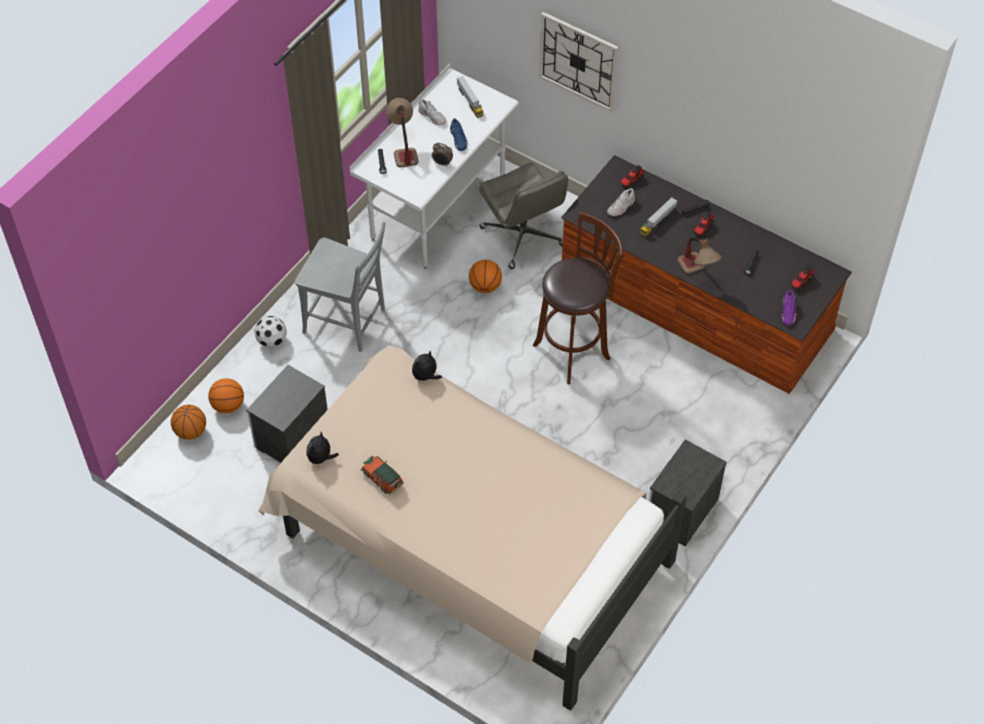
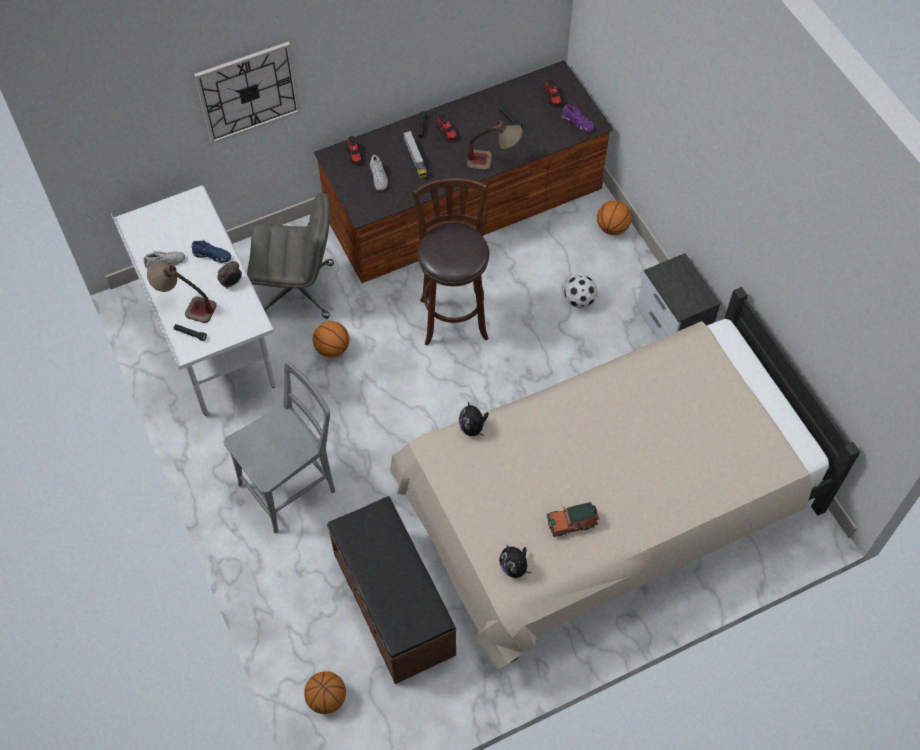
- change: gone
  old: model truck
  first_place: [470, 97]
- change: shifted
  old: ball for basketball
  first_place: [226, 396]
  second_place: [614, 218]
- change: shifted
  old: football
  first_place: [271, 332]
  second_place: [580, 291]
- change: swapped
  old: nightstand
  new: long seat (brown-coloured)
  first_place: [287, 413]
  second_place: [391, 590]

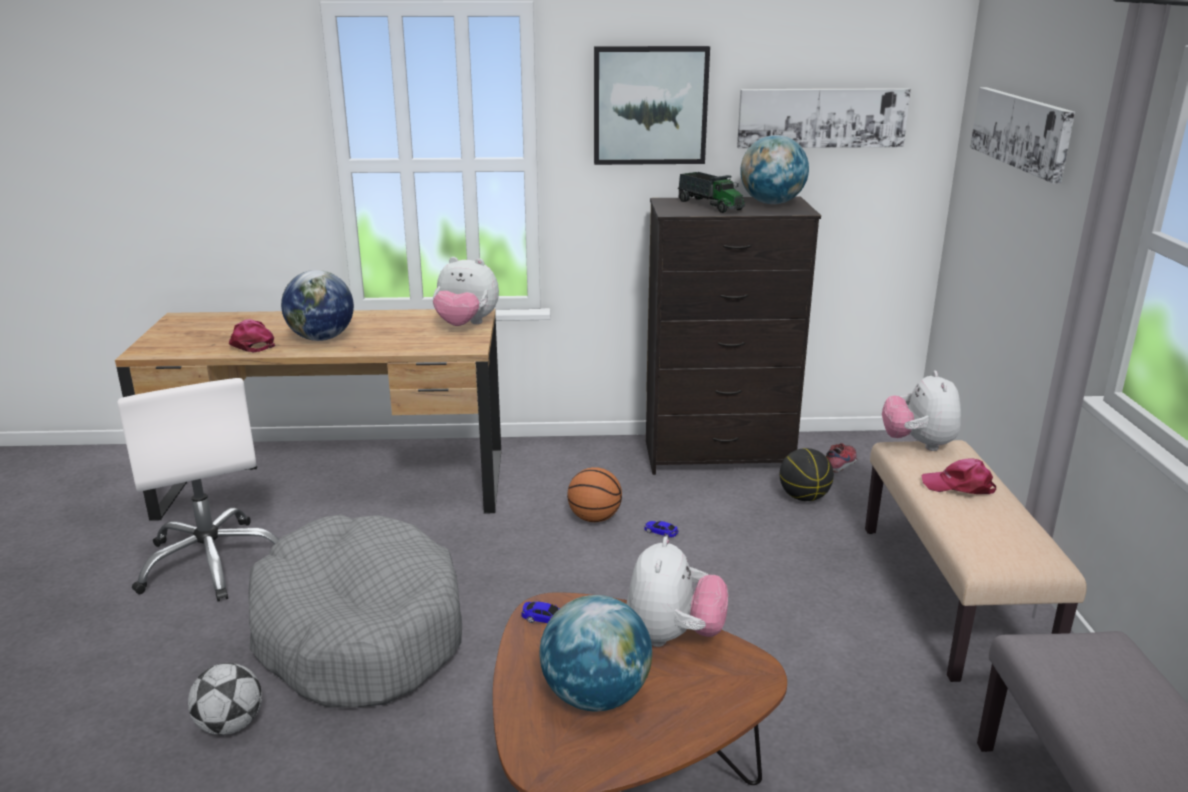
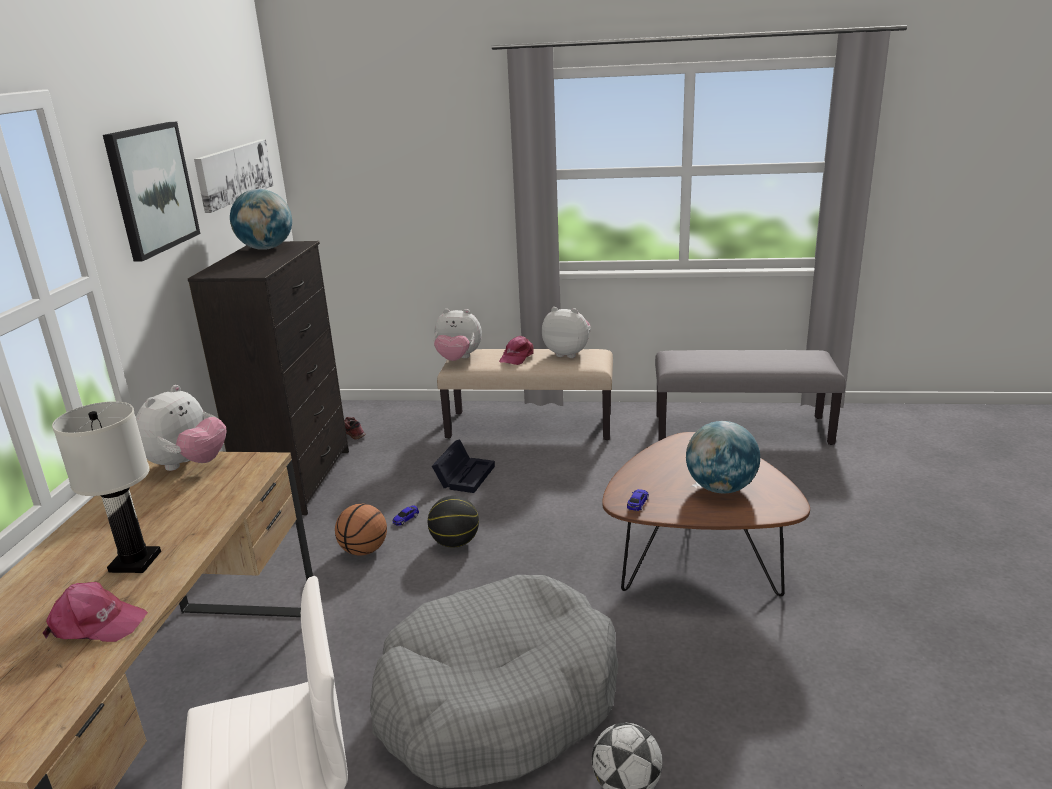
- change: gone
  old: model truck
  first_place: [711, 192]
- change: gone
  old: wall art
  first_place: [1022, 135]
- change: new
  new: storage box (black)
  second_place: [463, 466]
- change: shifted
  old: soft toy
  first_place: [677, 592]
  second_place: [566, 332]
- change: shifted
  old: ball for basketball
  first_place: [806, 474]
  second_place: [453, 522]
- change: swapped
  old: globe
  new: lamp for a table (white)
  first_place: [317, 305]
  second_place: [106, 487]
- change: rotated
  old: baseball cap (pink-coloured)
  first_place: [252, 335]
  second_place: [95, 612]
  degrees: -150

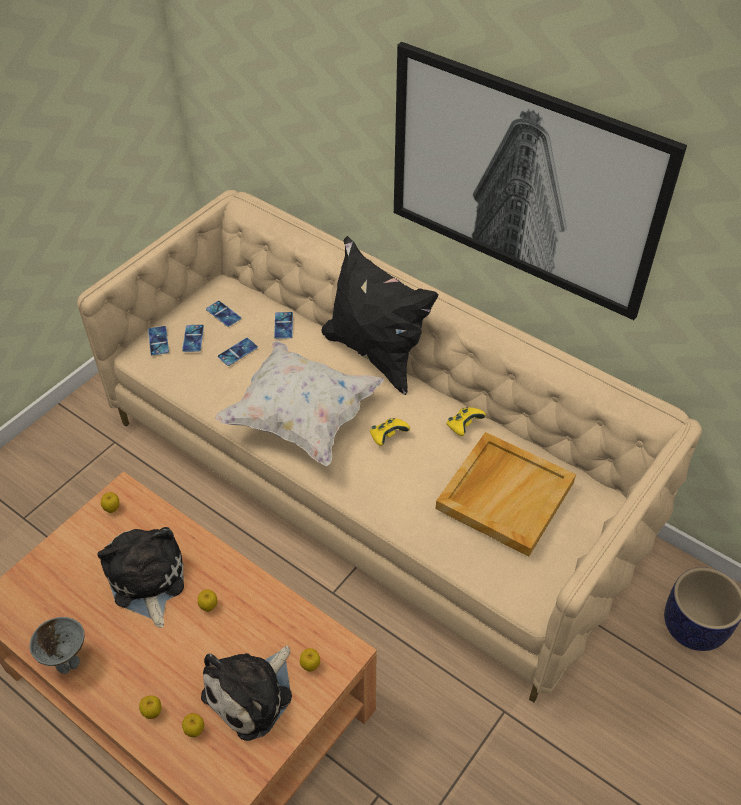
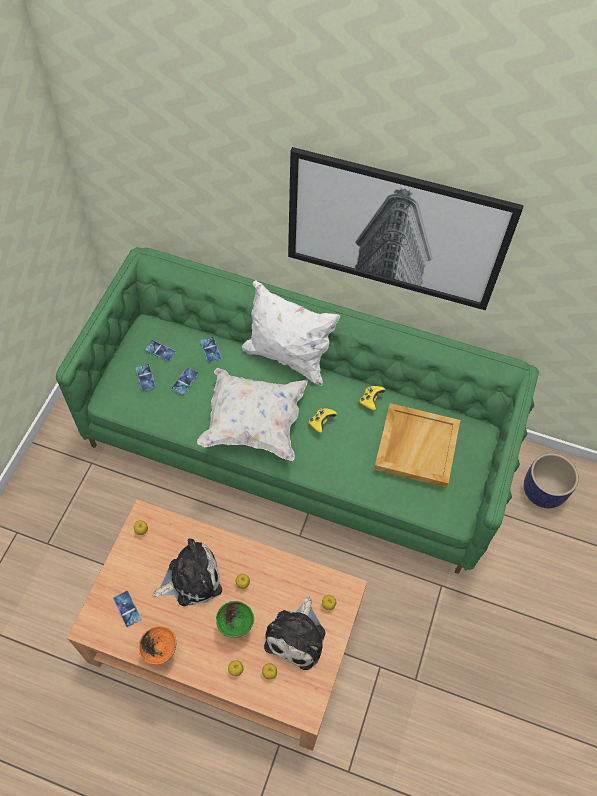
- change: new
  new: serving bowl (greenish)
  second_place: [235, 619]
- change: shifted
  old: telephone
  first_place: [158, 340]
  second_place: [127, 609]
- change: repainted
  old: serving bowl (grey)
  new: serving bowl (orange-coloured)
  first_place: [57, 645]
  second_place: [157, 645]
- change: repainted
  old: settee (sand-coloured)
  new: settee (greenish)
  first_place: [389, 446]
  second_place: [297, 410]
- change: repainted
  old: cushion (black)
  new: cushion (white)
  first_place: [380, 315]
  second_place: [291, 333]
- change: rotated
  old: soft toy
  first_place: [140, 577]
  second_place: [187, 572]
  degrees: 105

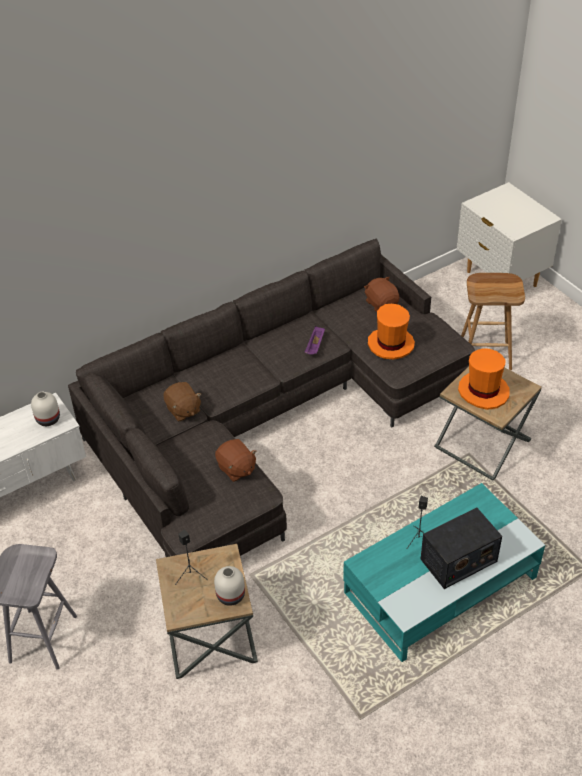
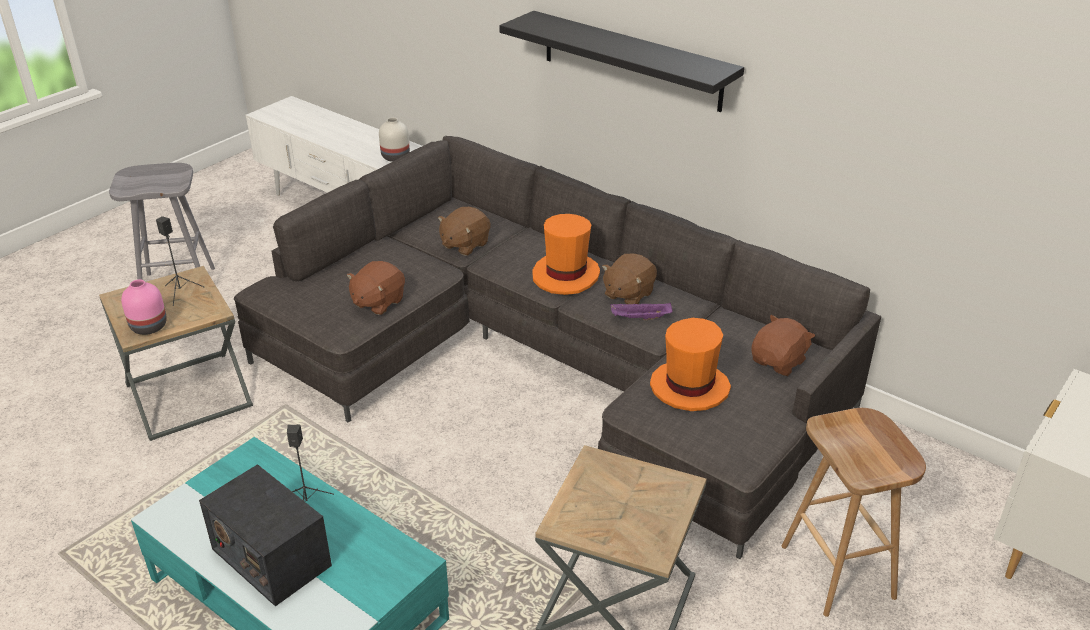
- change: new
  new: shelf (black)
  second_place: [621, 61]
- change: new
  new: soft toy (brown-coloured)
  second_place: [629, 279]
- change: shifted
  old: wearable hat (orange-coloured)
  first_place: [484, 379]
  second_place: [566, 254]
- change: repainted
  old: flower vase (white)
  new: flower vase (pink-coloured)
  first_place: [229, 586]
  second_place: [144, 307]

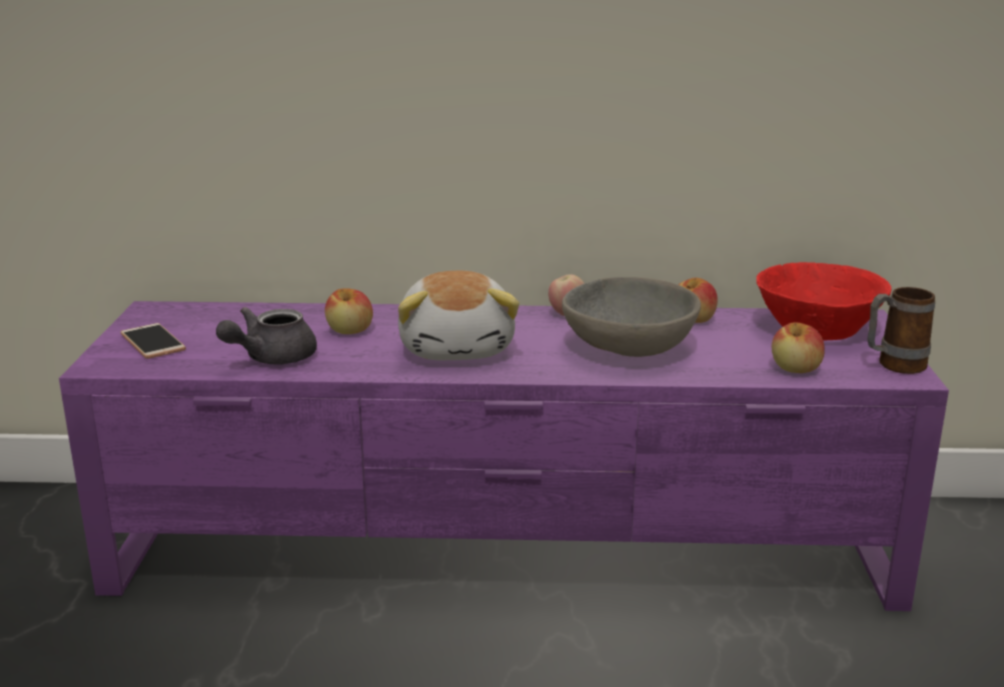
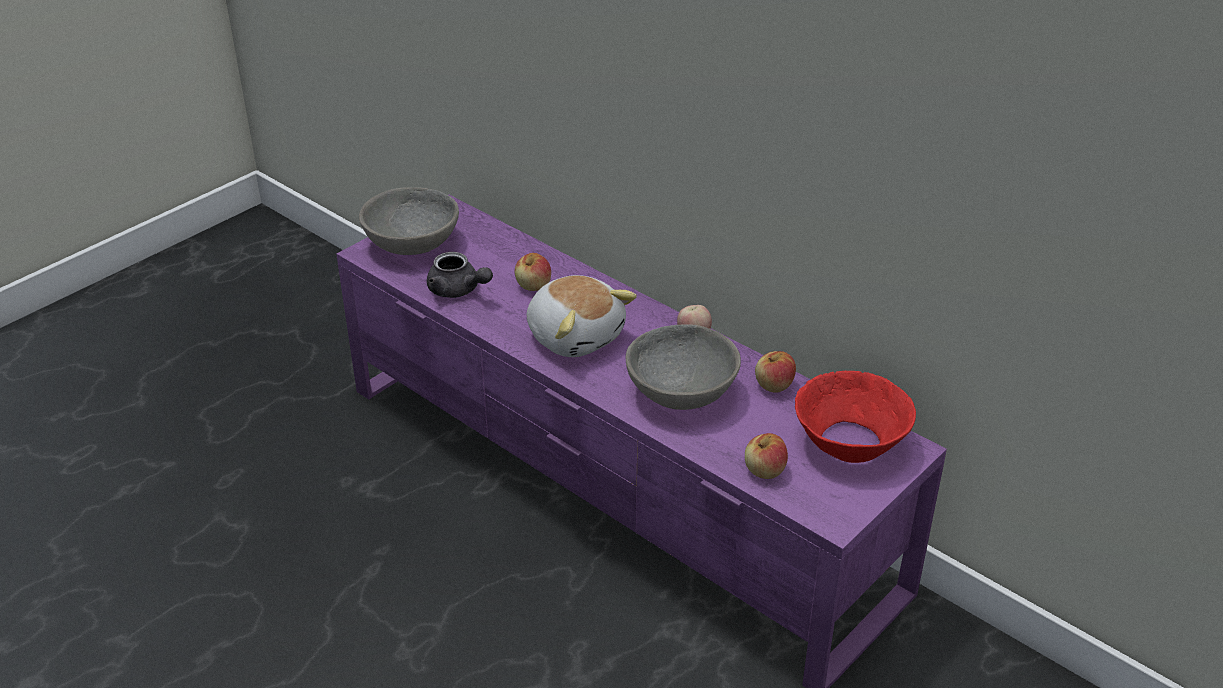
- change: gone
  old: tea mug
  first_place: [901, 330]
- change: swapped
  old: telephone
  new: serving bowl (grey)
  first_place: [153, 341]
  second_place: [409, 221]
- change: rotated
  old: teapot (grey)
  first_place: [266, 335]
  second_place: [460, 275]
  degrees: -135
- change: rotated
  old: soft toy
  first_place: [458, 315]
  second_place: [582, 316]
  degrees: -75

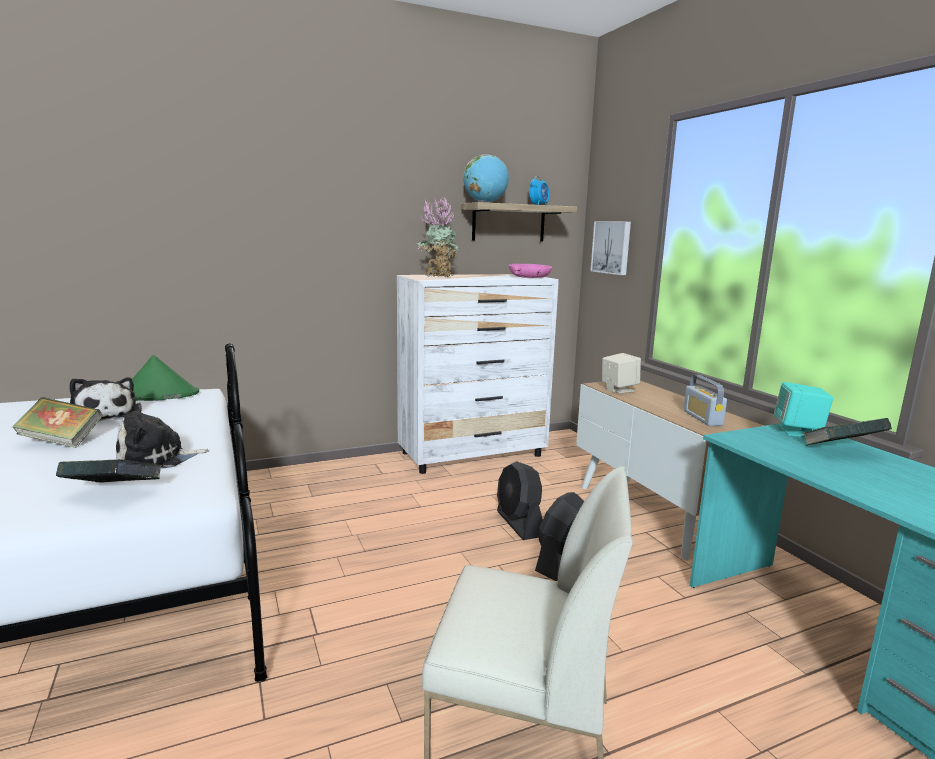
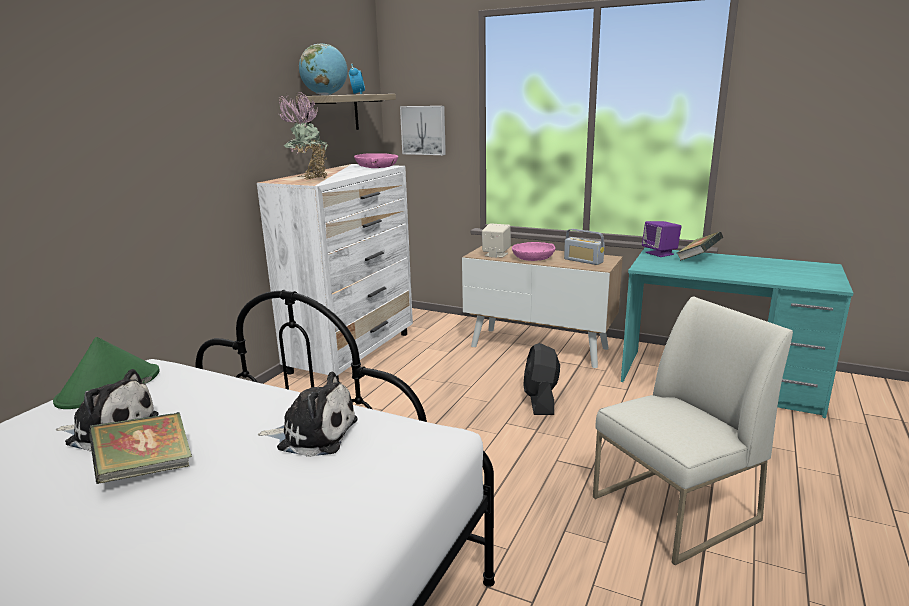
- change: gone
  old: book
  first_place: [109, 471]
- change: gone
  old: electric fan (black)
  first_place: [520, 500]
- change: new
  new: serving bowl (pink-coloured)
  second_place: [533, 251]
- change: repainted
  old: speaker (turquoise-coloured)
  new: speaker (purplish)
  first_place: [803, 409]
  second_place: [661, 239]
- change: rotated
  old: soft toy
  first_place: [163, 436]
  second_place: [307, 414]
  degrees: -105

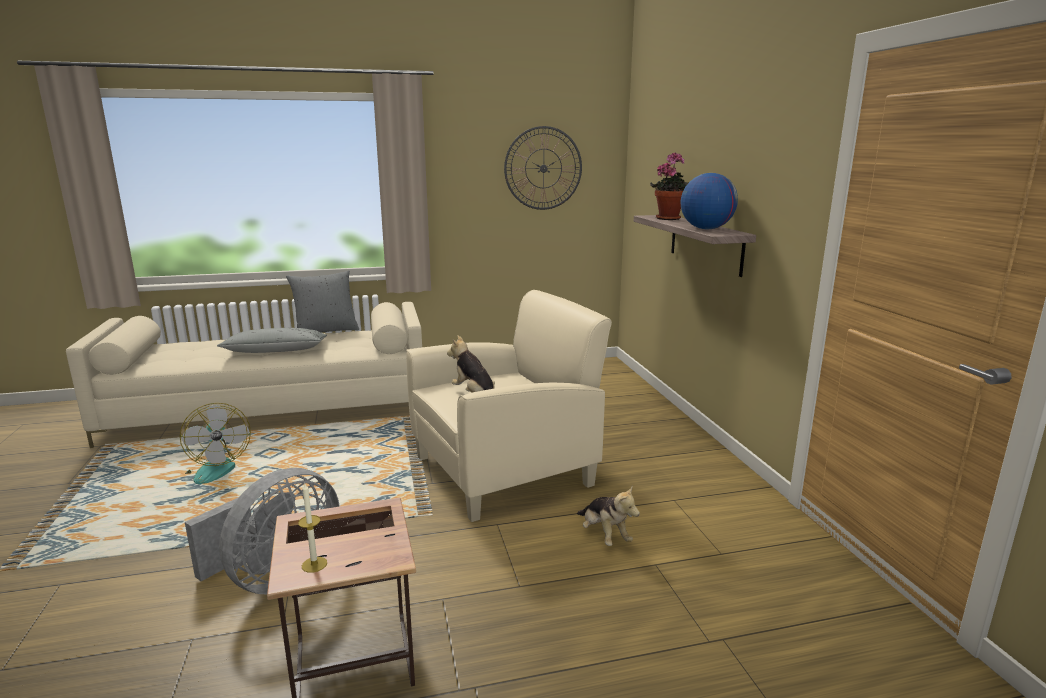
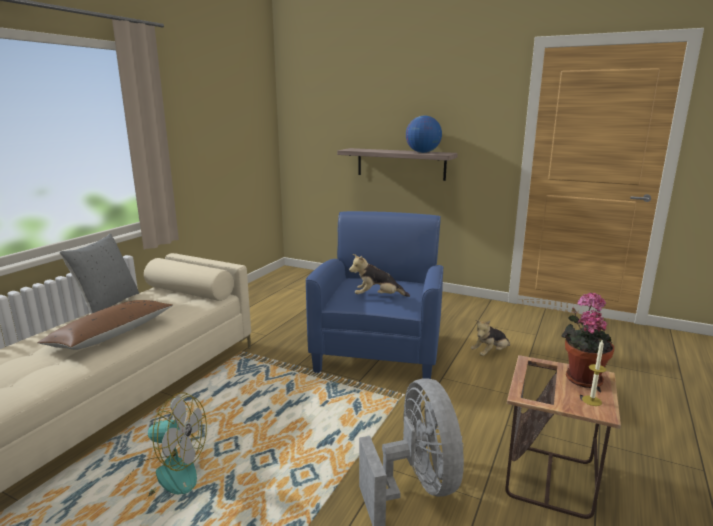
- change: gone
  old: wall clock
  first_place: [543, 168]
- change: shifted
  old: houseplant
  first_place: [669, 186]
  second_place: [588, 340]
- change: repainted
  old: cushion (grey)
  new: cushion (brown-coloured)
  first_place: [272, 340]
  second_place: [105, 325]
- change: repainted
  old: armchair (sand-coloured)
  new: armchair (blue)
  first_place: [509, 406]
  second_place: [374, 295]
- change: rotated
  old: soft toy
  first_place: [608, 516]
  second_place: [490, 338]
  degrees: 135

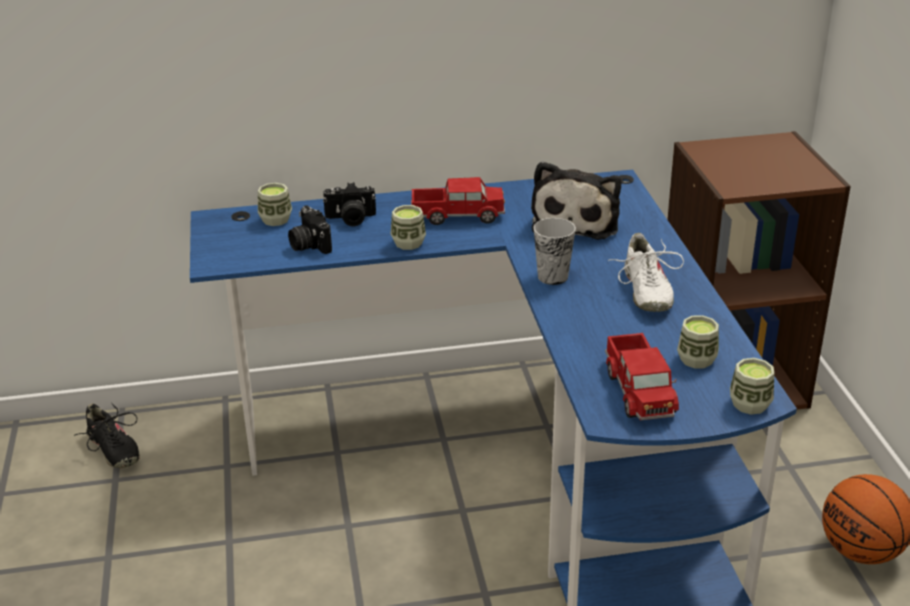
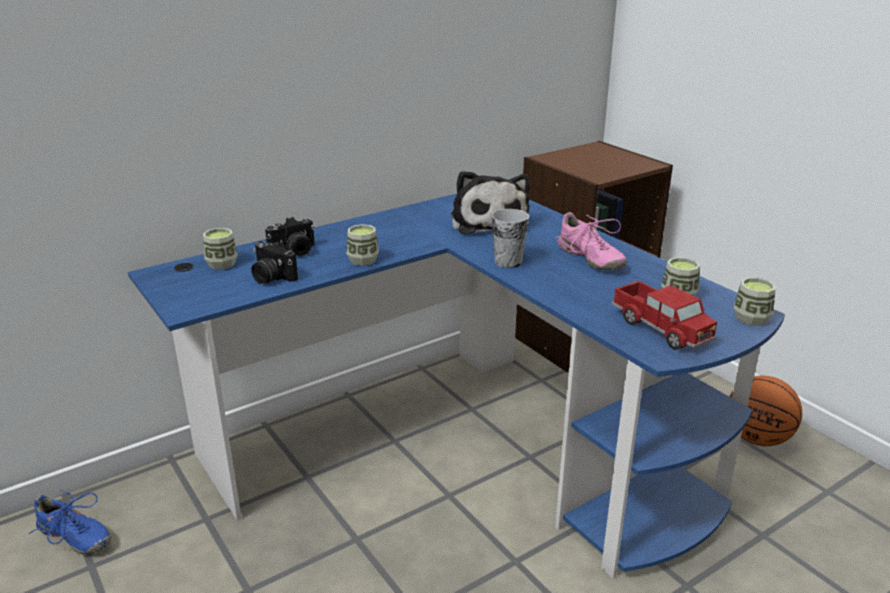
- change: gone
  old: model truck
  first_place: [458, 201]
- change: repainted
  old: shoe (black)
  new: shoe (blue)
  first_place: [107, 435]
  second_place: [70, 521]
- change: repainted
  old: shoe (white)
  new: shoe (pink-coloured)
  first_place: [646, 272]
  second_place: [591, 241]

